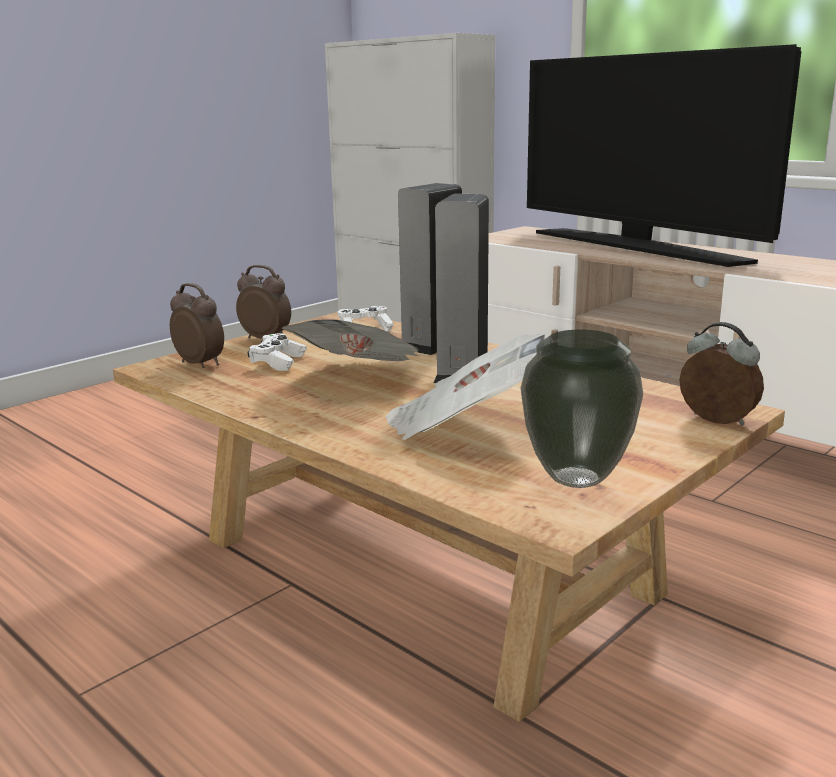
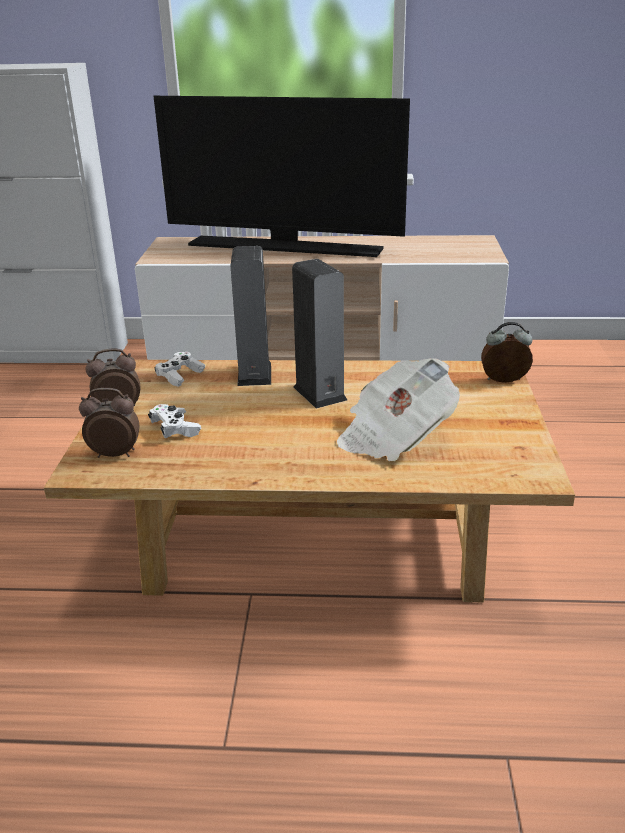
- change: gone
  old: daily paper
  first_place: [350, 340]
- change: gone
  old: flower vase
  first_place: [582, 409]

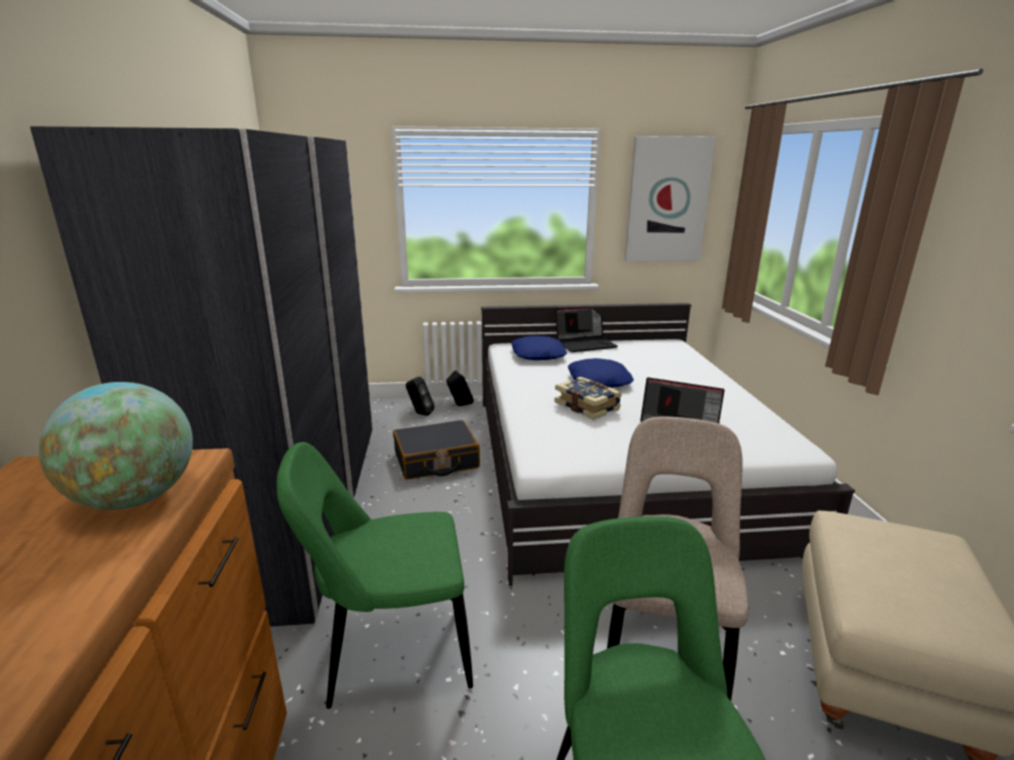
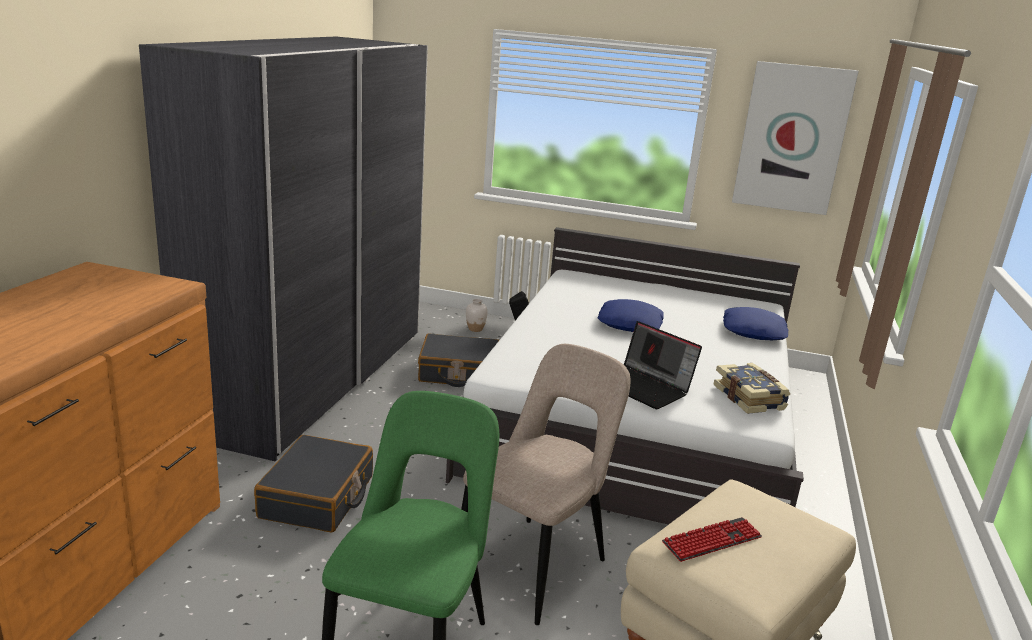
- change: gone
  old: globe
  first_place: [116, 446]
- change: gone
  old: notebook computer
  first_place: [586, 329]
- change: new
  new: keyboard
  second_place: [712, 539]
- change: shifted
  old: cushion (blue)
  first_place: [539, 348]
  second_place: [755, 323]
- change: shifted
  old: book
  first_place: [588, 398]
  second_place: [751, 388]
- change: swapped
  old: upright chair (greenish)
  new: suitcase (black)
  first_place: [374, 575]
  second_place: [313, 484]
- change: swapped
  old: speaker (black)
  new: flower vase (white)
  first_place: [420, 396]
  second_place: [477, 315]

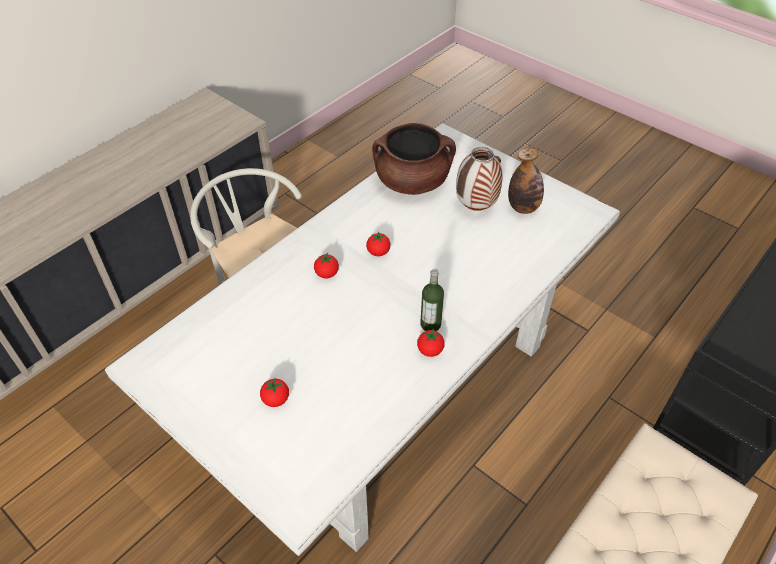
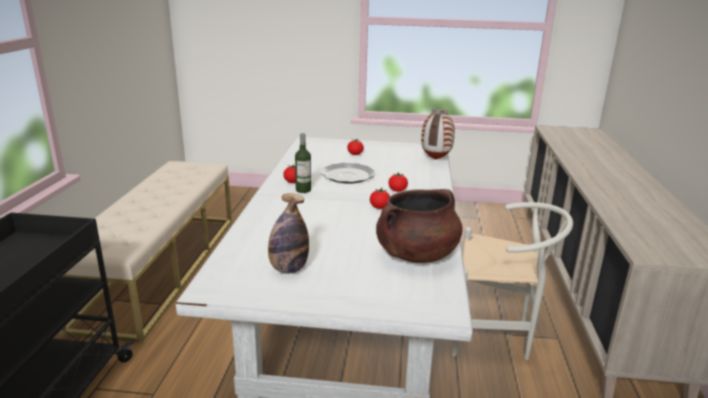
- change: new
  new: dinner plate
  second_place: [348, 173]
- change: shifted
  old: flower vase
  first_place: [479, 179]
  second_place: [438, 134]

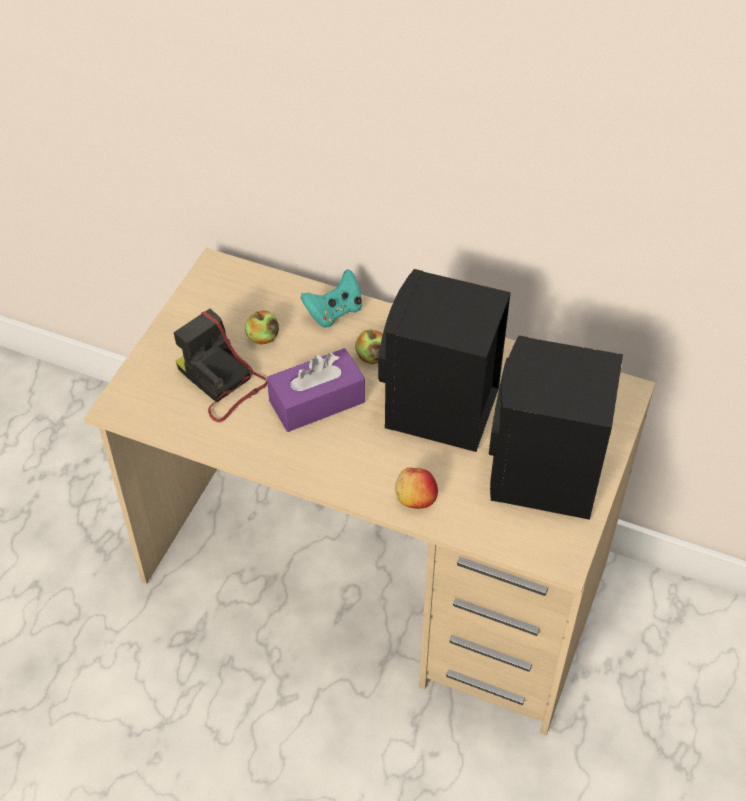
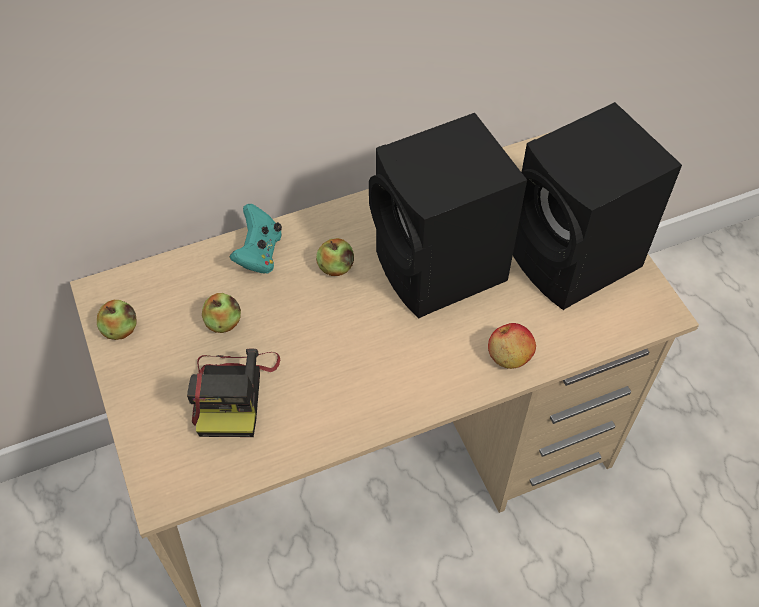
- change: gone
  old: tissue holder (purplish)
  first_place: [316, 390]
- change: new
  new: whole apple
  second_place: [117, 320]
- change: rotated
  old: photo camera
  first_place: [220, 365]
  second_place: [233, 392]
  degrees: -90

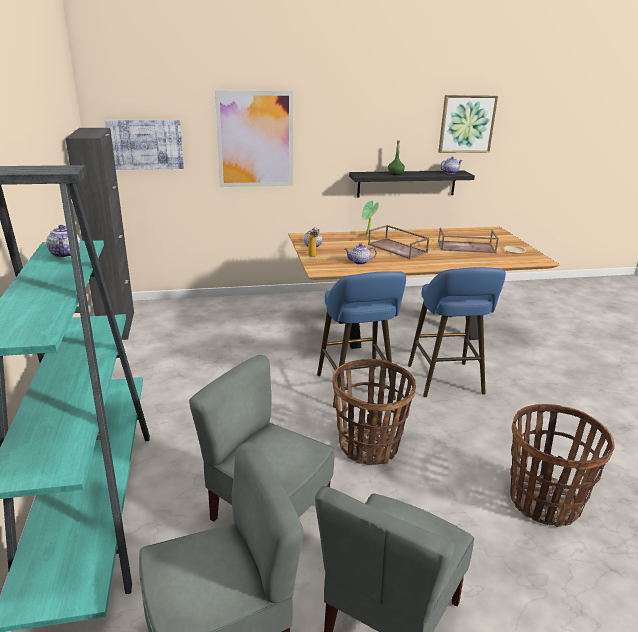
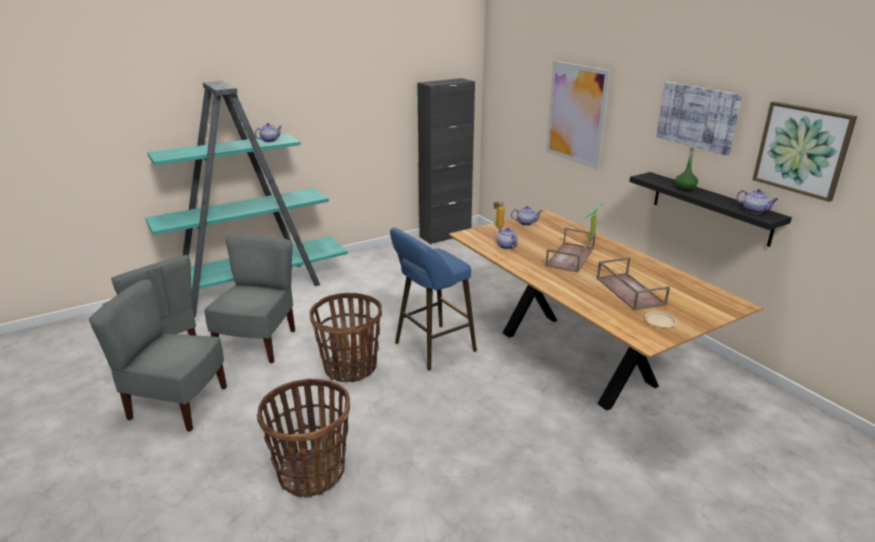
- change: gone
  old: stool (blue)
  first_place: [457, 332]
- change: shifted
  old: wall art
  first_place: [144, 145]
  second_place: [699, 119]

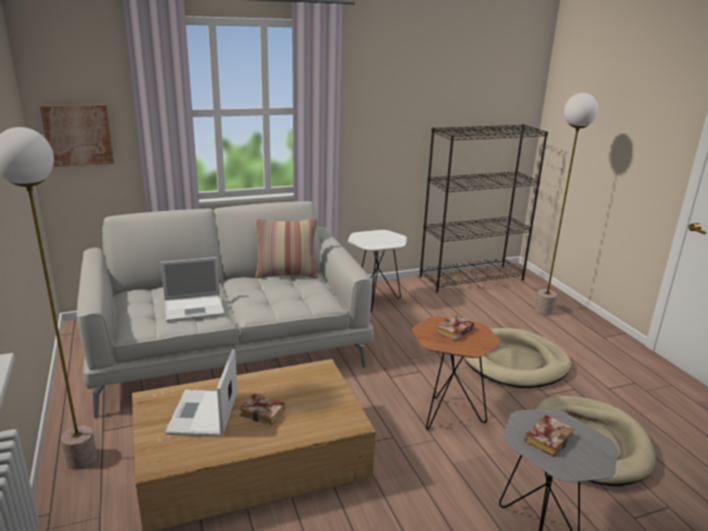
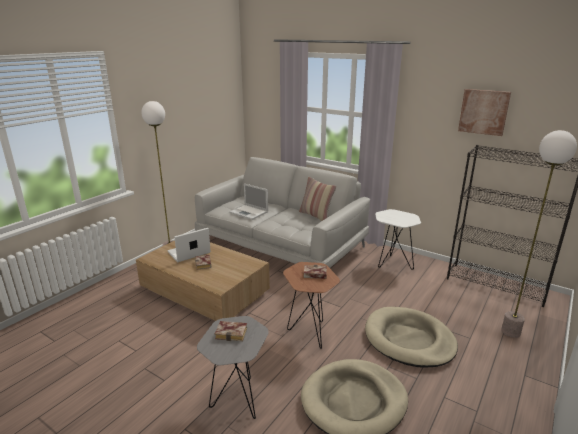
- change: shifted
  old: wall art
  first_place: [77, 135]
  second_place: [484, 112]

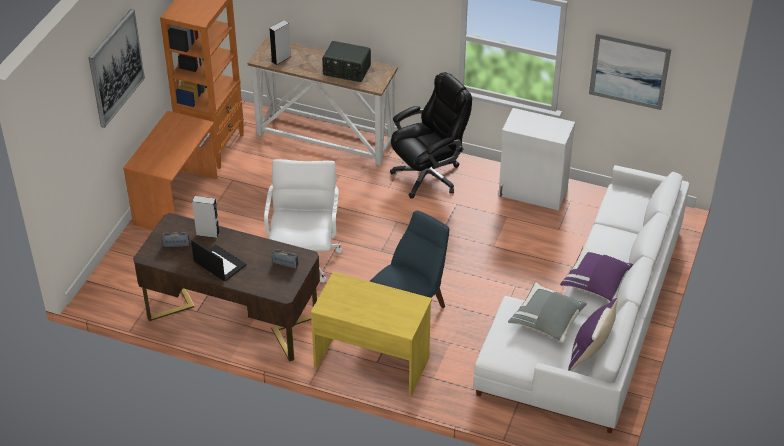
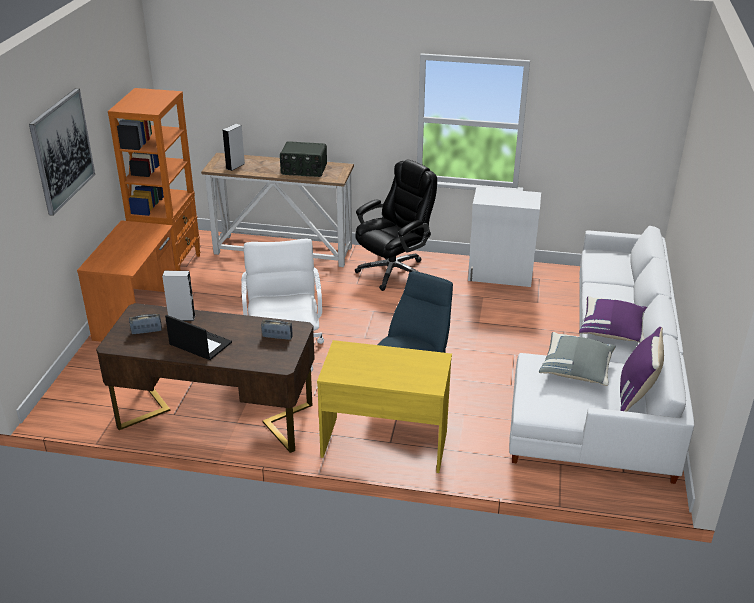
- change: gone
  old: wall art
  first_place: [630, 71]

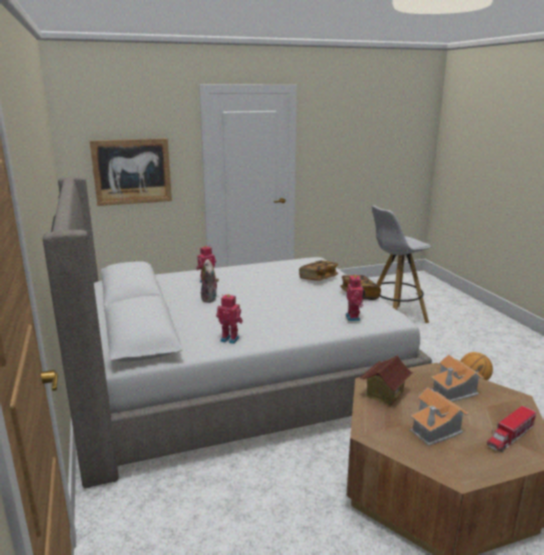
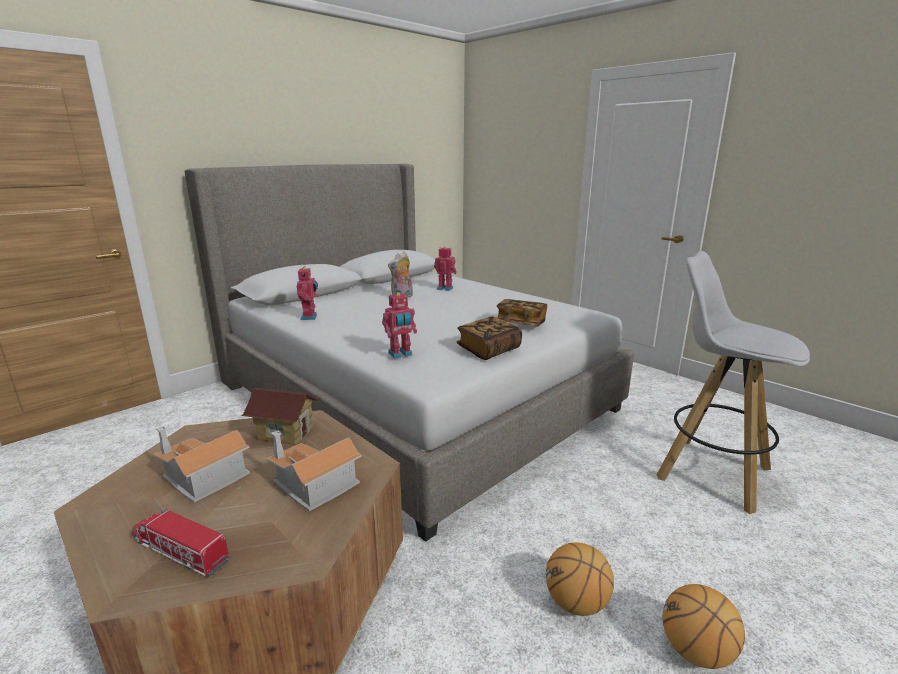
- change: gone
  old: wall art
  first_place: [131, 172]
- change: new
  new: ball for basketball
  second_place: [704, 626]

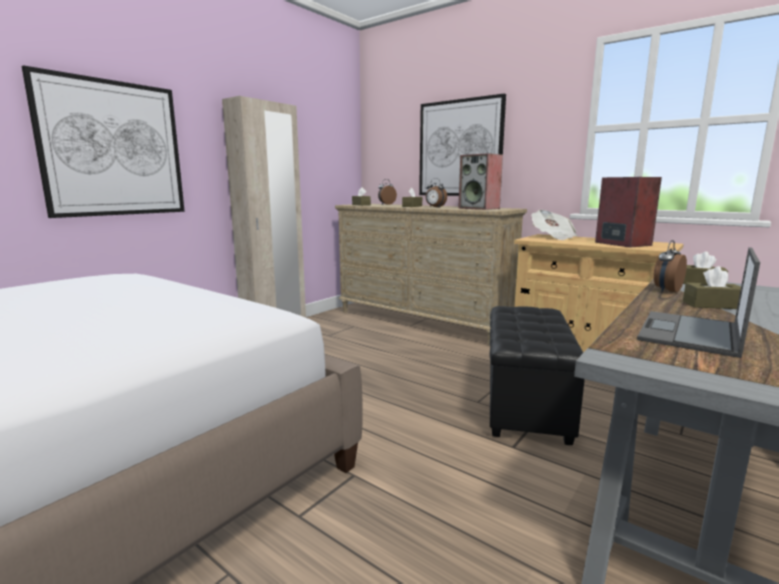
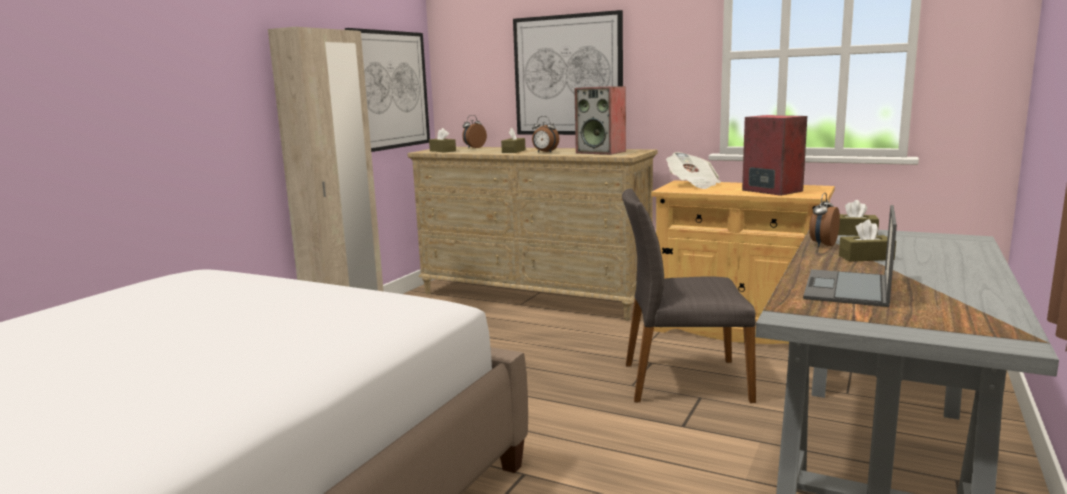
- change: shifted
  old: wall art
  first_place: [103, 141]
  second_place: [387, 90]
- change: swapped
  old: ottoman (black)
  new: upright chair (grey)
  first_place: [537, 375]
  second_place: [689, 295]

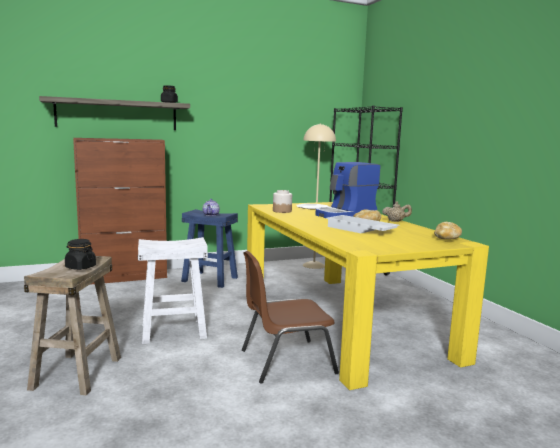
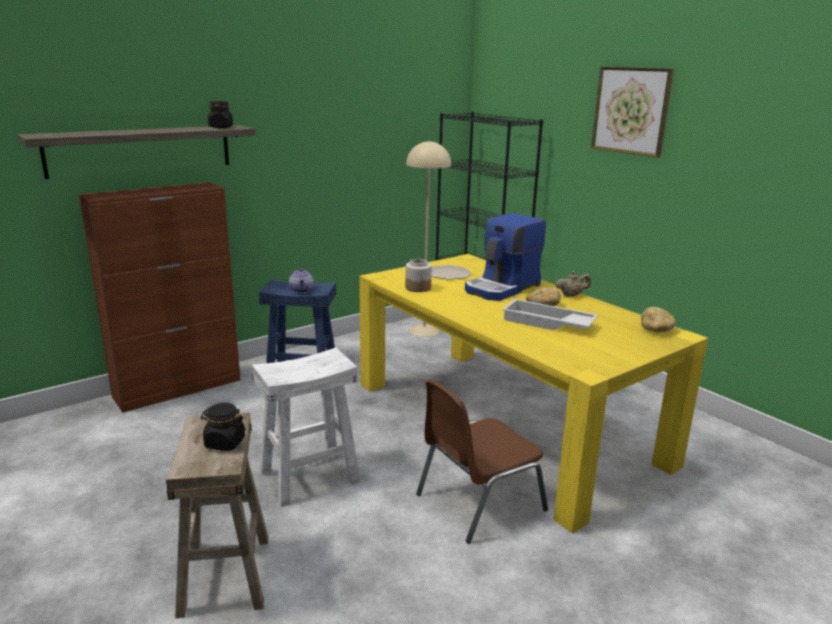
- change: new
  new: wall art
  second_place: [632, 112]

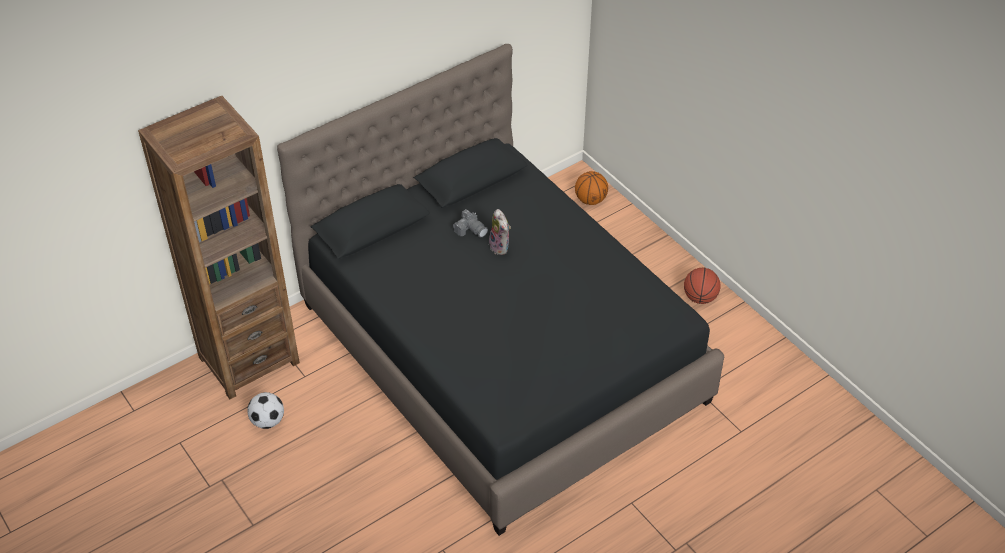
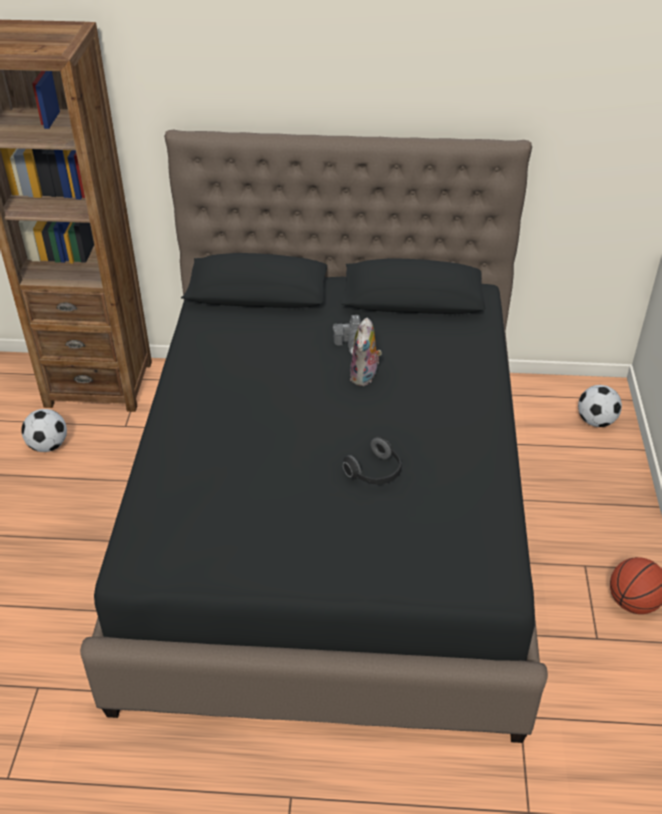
- change: new
  new: pair of headphones
  second_place: [372, 461]
- change: swapped
  old: ball for basketball
  new: football
  first_place: [591, 188]
  second_place: [600, 406]

